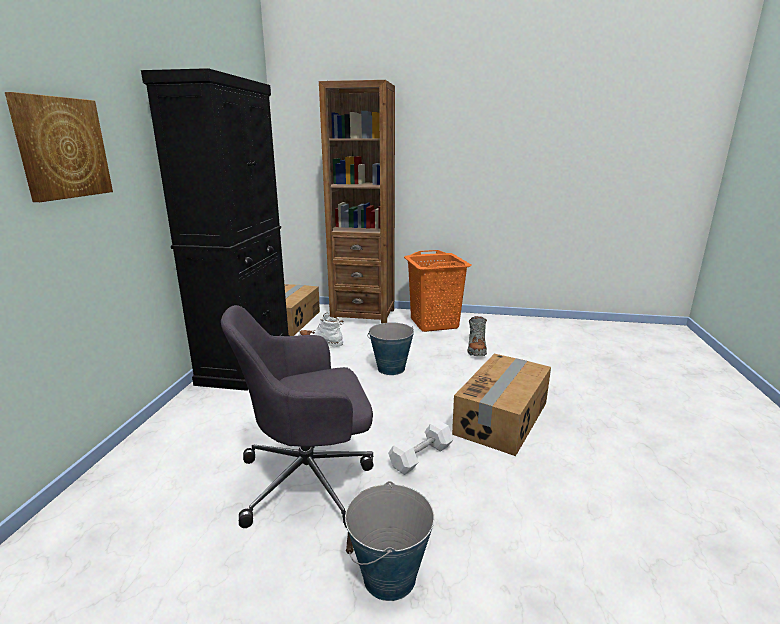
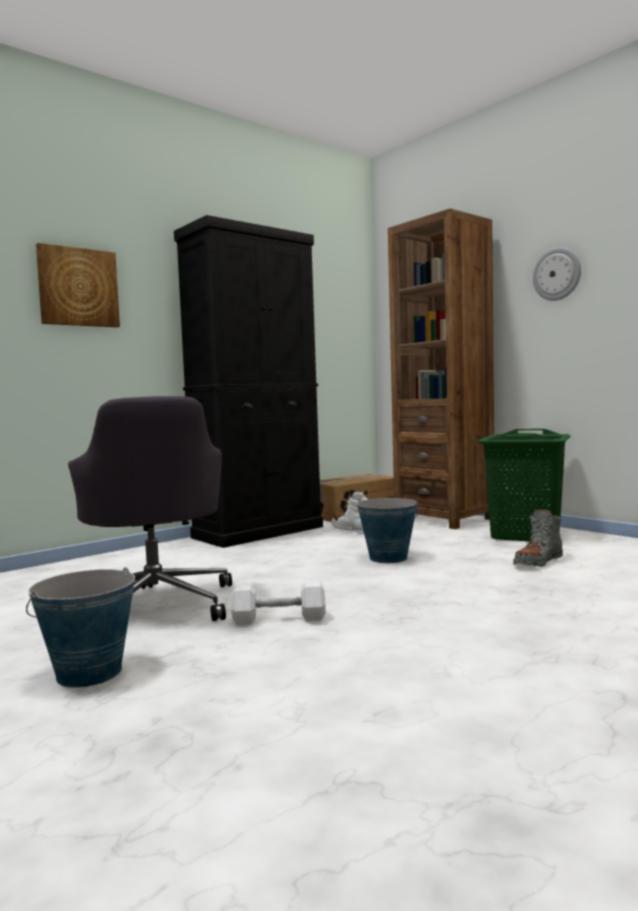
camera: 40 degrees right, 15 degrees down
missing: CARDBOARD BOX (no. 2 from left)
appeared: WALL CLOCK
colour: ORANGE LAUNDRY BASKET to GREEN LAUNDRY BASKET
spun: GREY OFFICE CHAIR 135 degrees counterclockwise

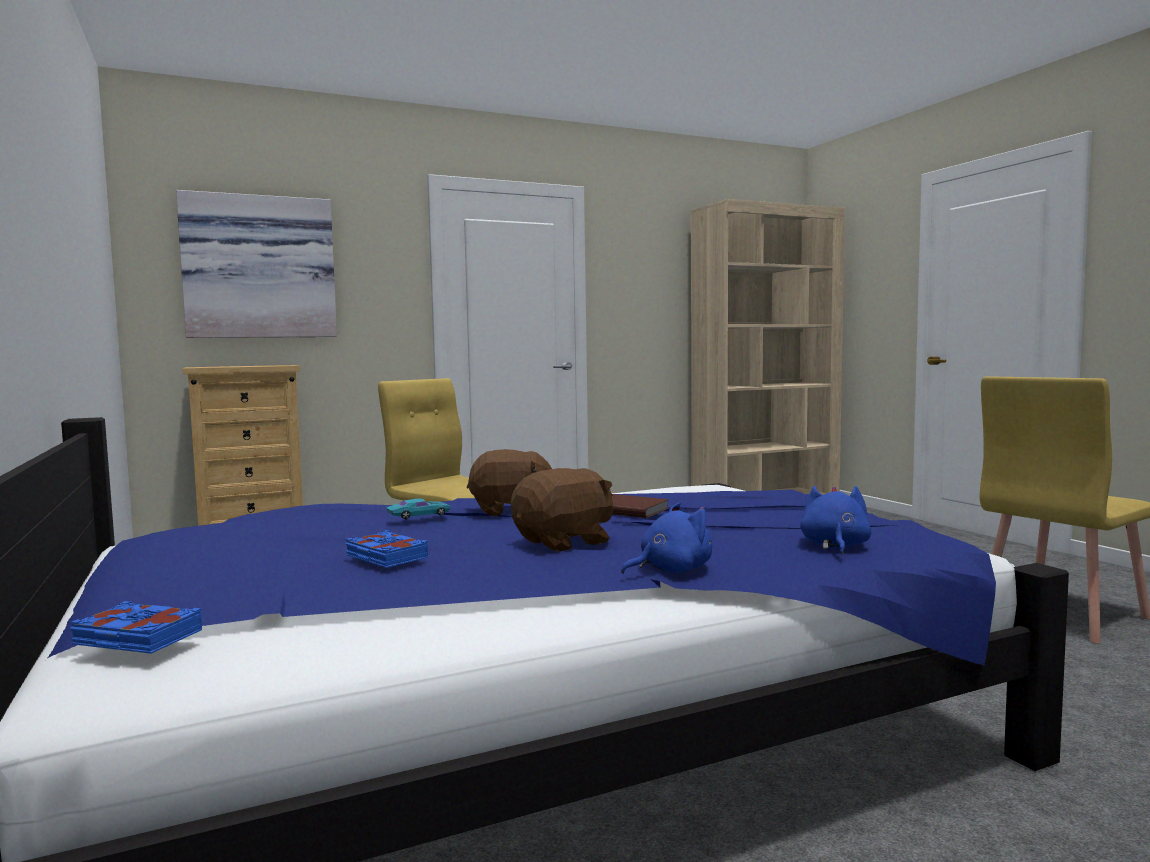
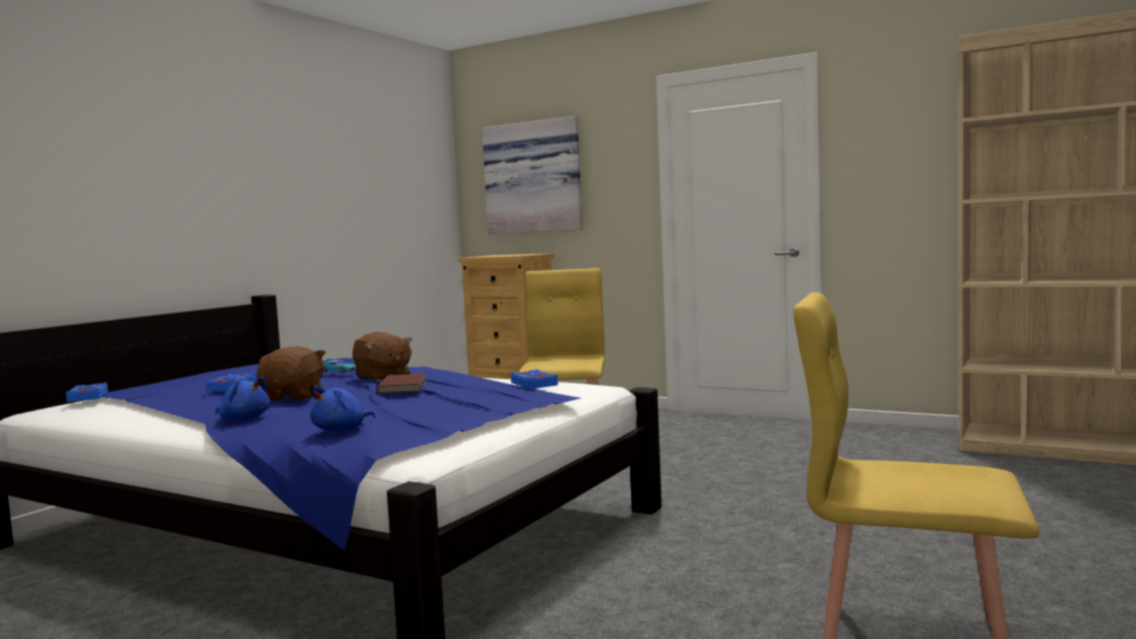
camera: 55 degrees right, 0 degrees up
appeared: BLUE BOOK (no. 3 from left)
spun: BROWN PLUSH TOY (no. 2 from left in the first image) 105 degrees counterclockwise; BLUE PLUSH TOY (no. 2 from left) 150 degrees clockwise

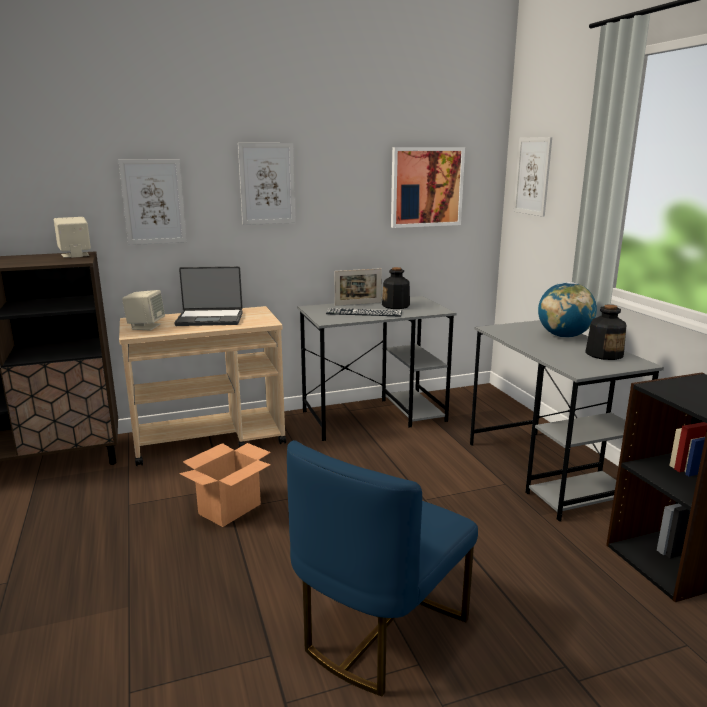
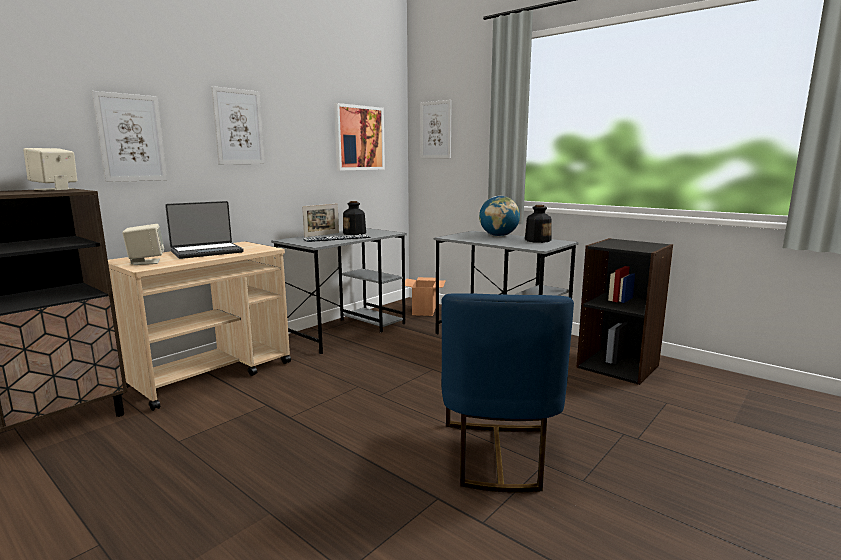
camera: 30 degrees left, 5 degrees down
relocated: CARDBOARD BOX

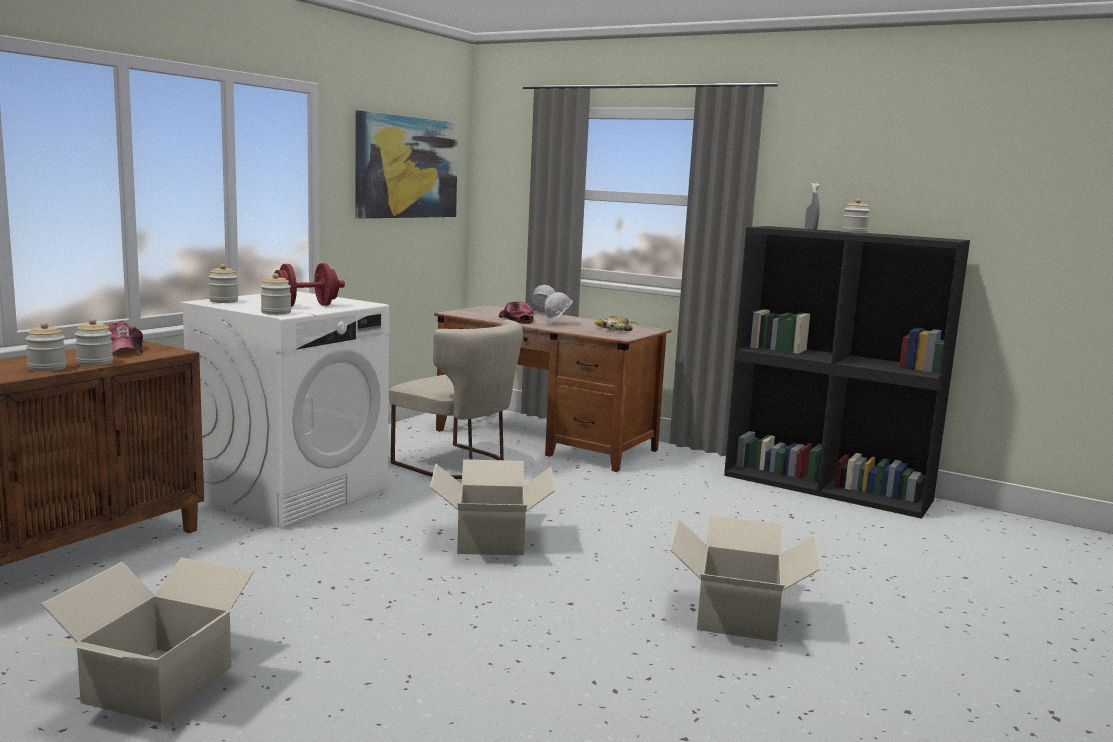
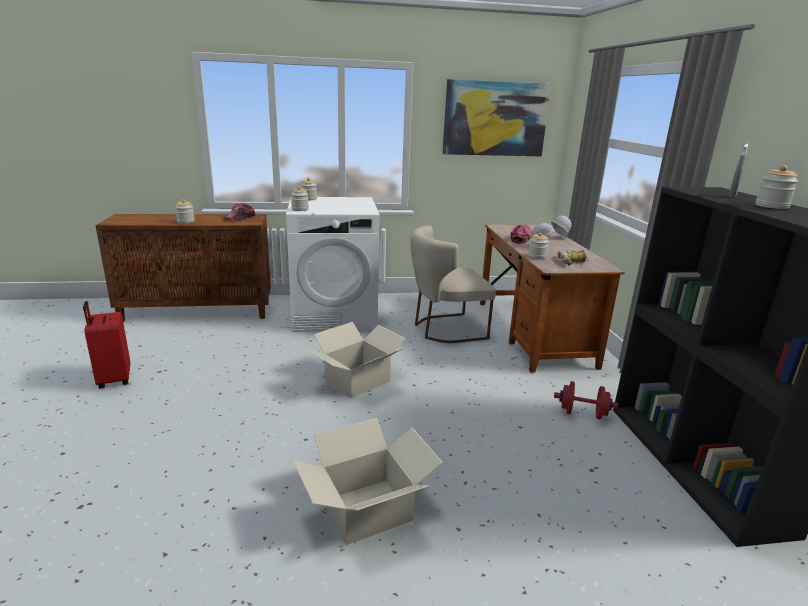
camera: 50 degrees right, 10 degrees up
relocated: JAR (no. 2 from left in the first image) to JAR (no. 4 from left); RED DUMBBELL
exchanged: CARDBOARD BOX (no. 1 from left) to RED SUITCASE
spun: BEIGE CHAIR 75 degrees clockwise

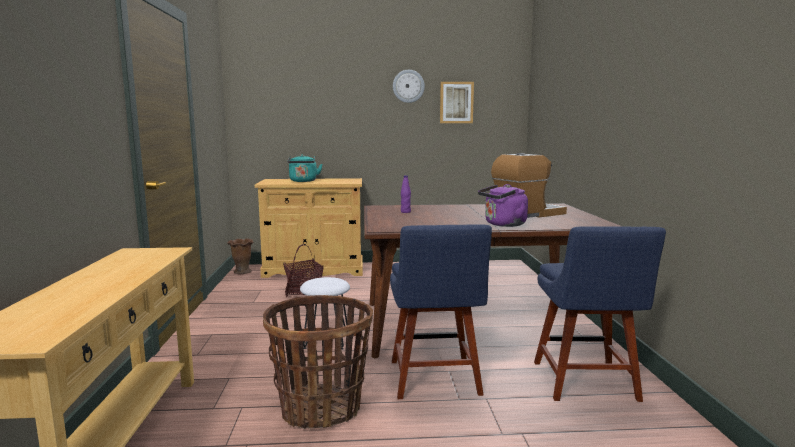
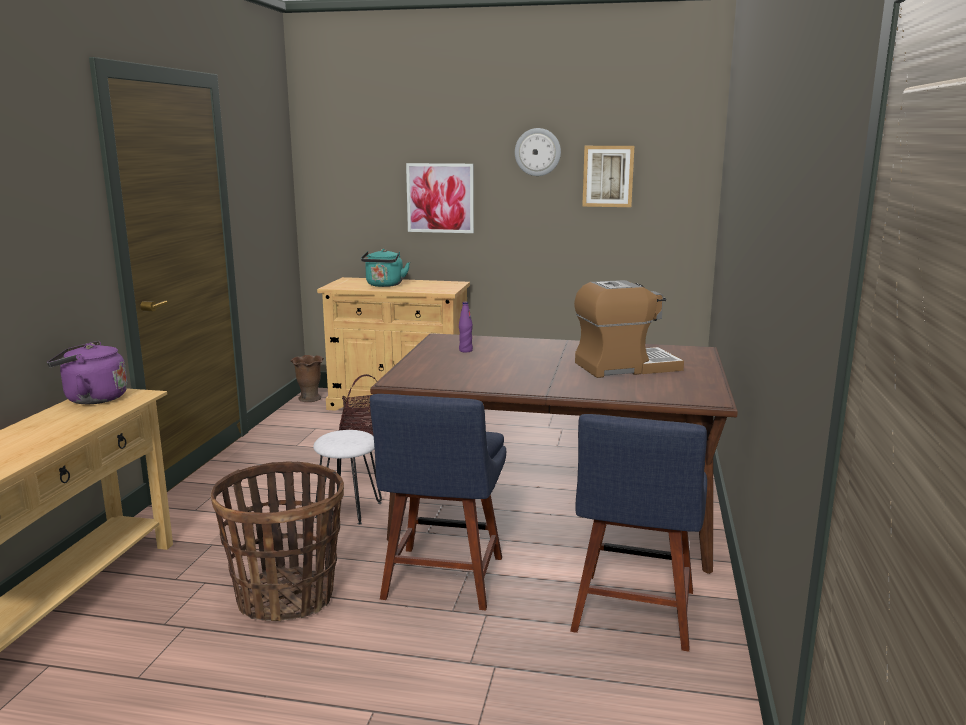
camera: 15 degrees right, 5 degrees up
appeared: PICTURE (no. 1 from left)
relocated: PURPLE KETTLE

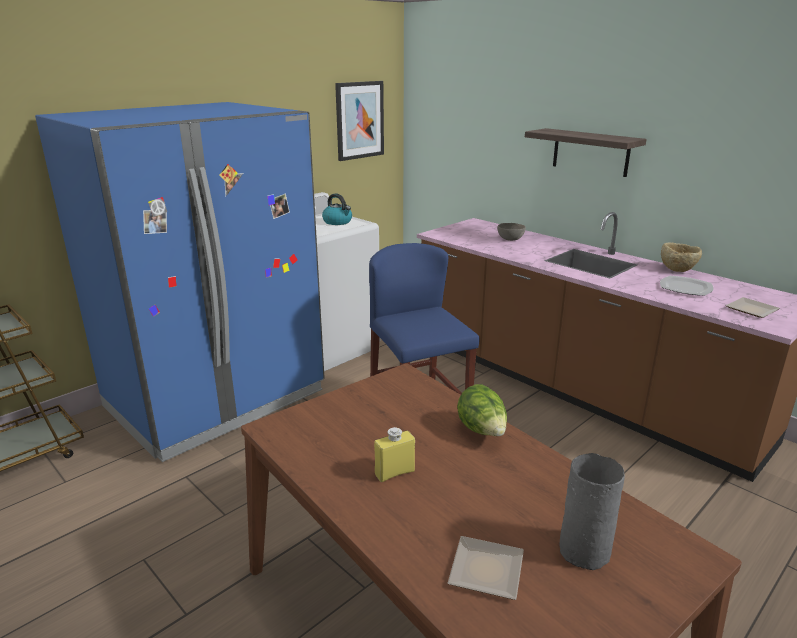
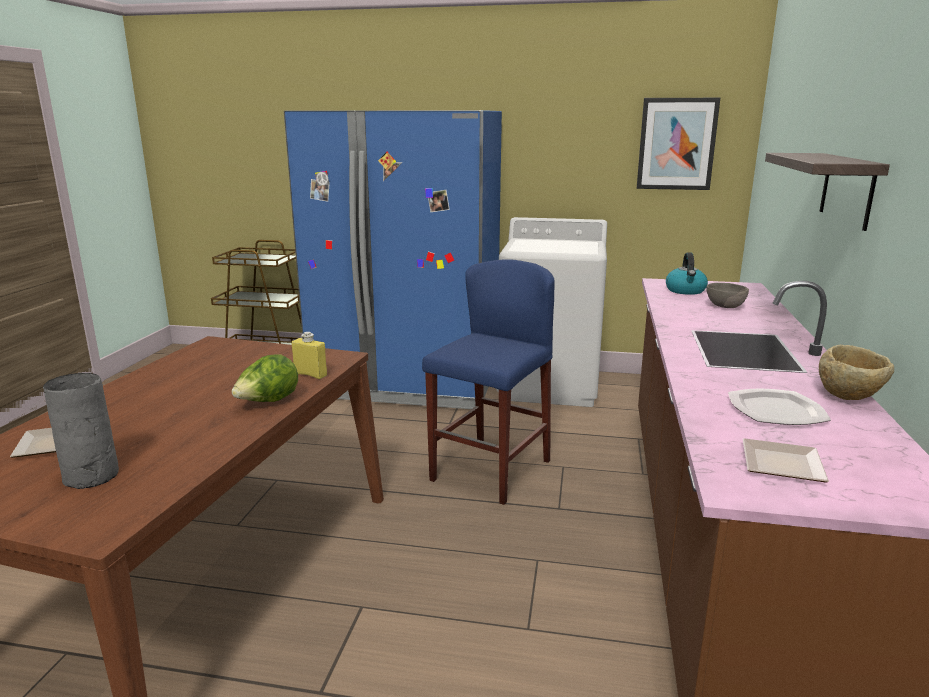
camera: 55 degrees right, 5 degrees down
relocated: KETTLE; YELLOW BOTTLE

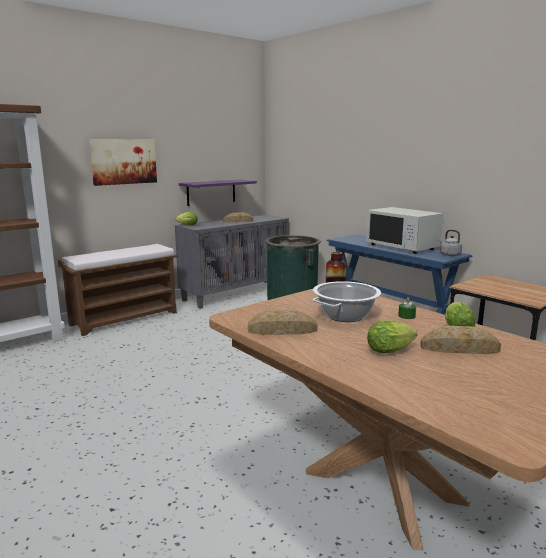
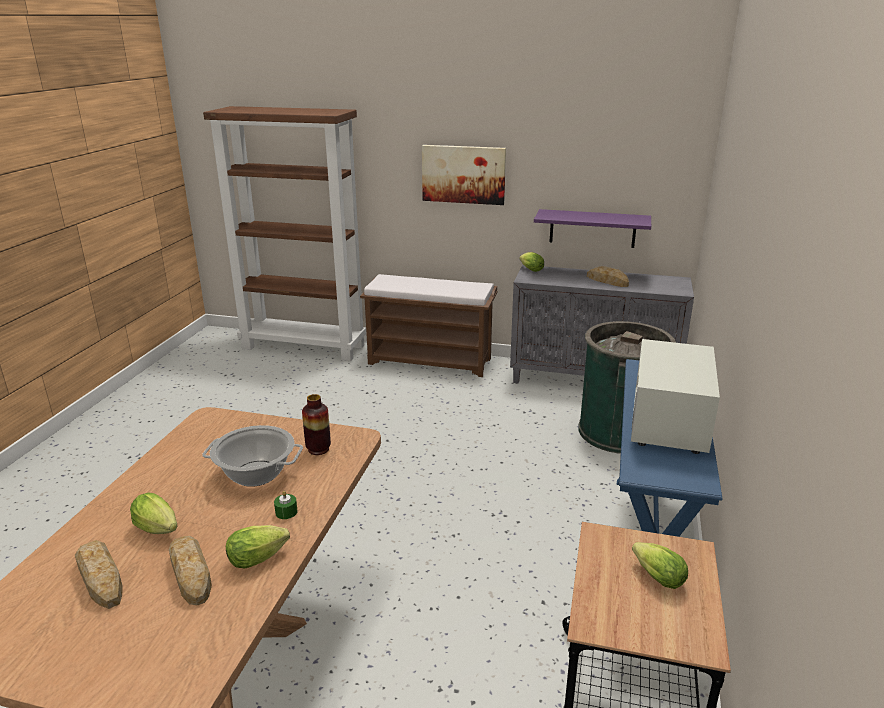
camera: 55 degrees right, 10 degrees up
missing: GREY KETTLE
appeared: LETTUCE (no. 4 from left)
relocated: BREAD (no. 2 from left in the first image) to BREAD (no. 1 from left)

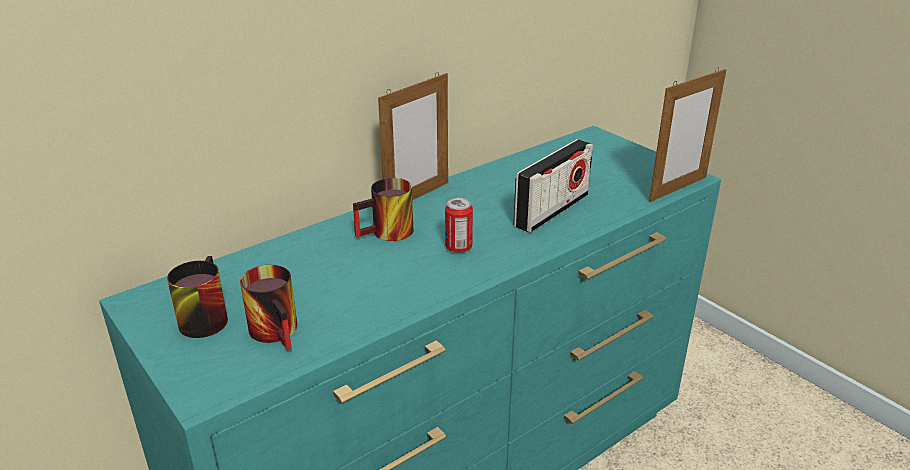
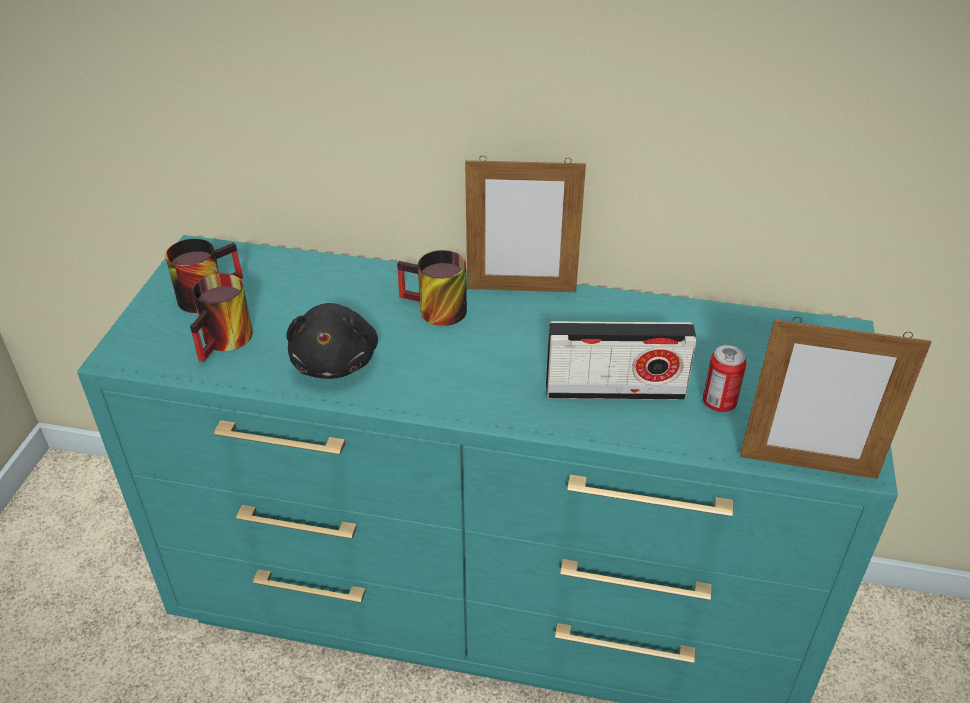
camera: 50 degrees right, 10 degrees up
appeared: BLACK PLUSH TOY
relocated: CAN

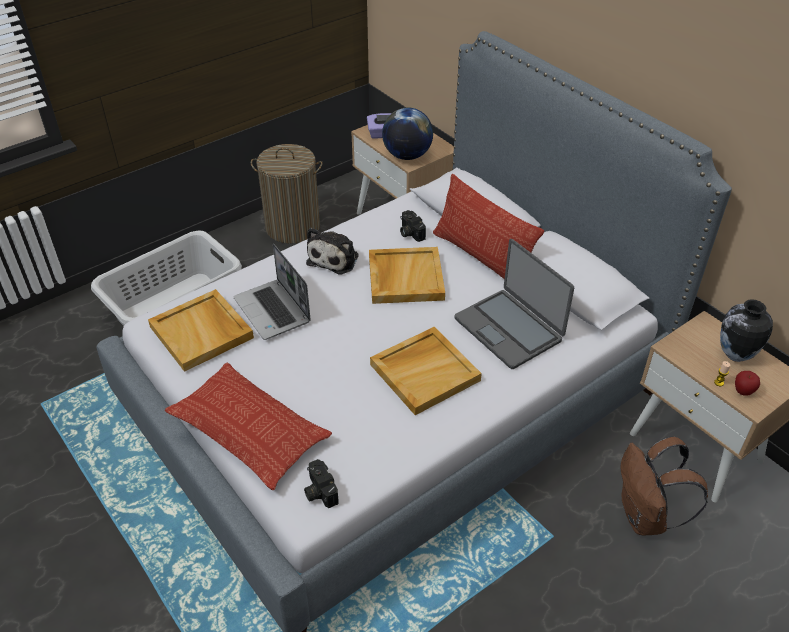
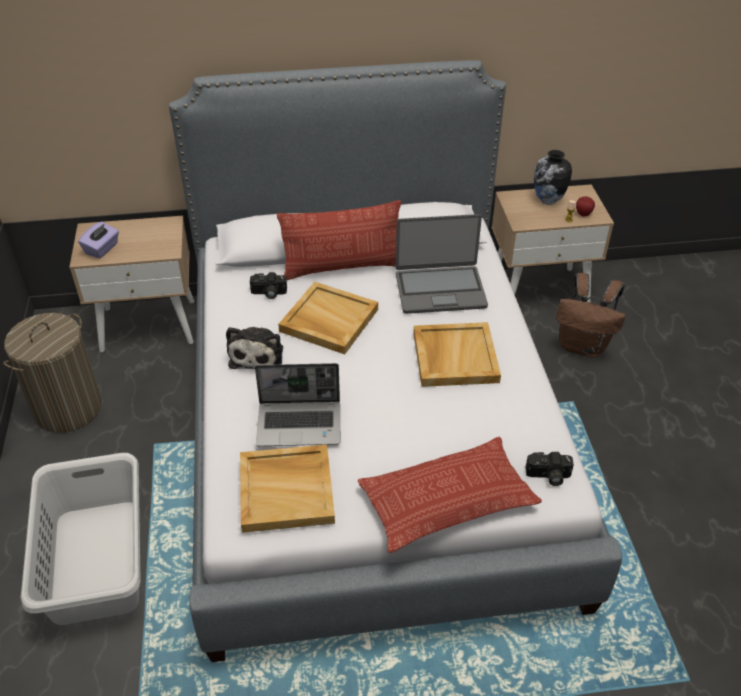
camera: 60 degrees left, 0 degrees up
missing: GLOBE
spun: PLUSH TOY 45 degrees clockwise

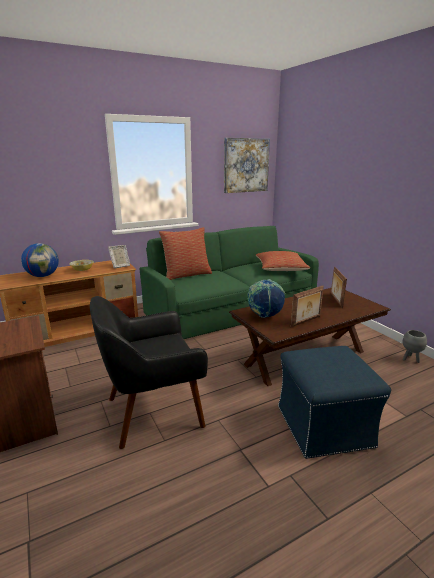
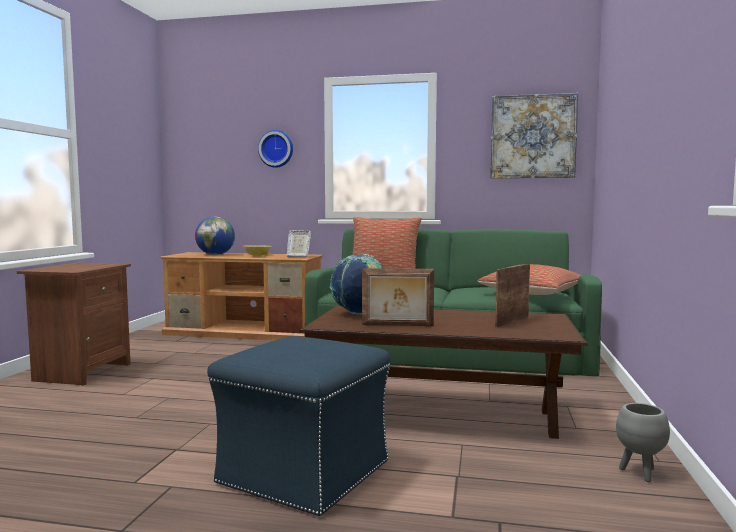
camera: 40 degrees right, 15 degrees down
missing: BLACK ARMCHAIR
appeared: WALL CLOCK

